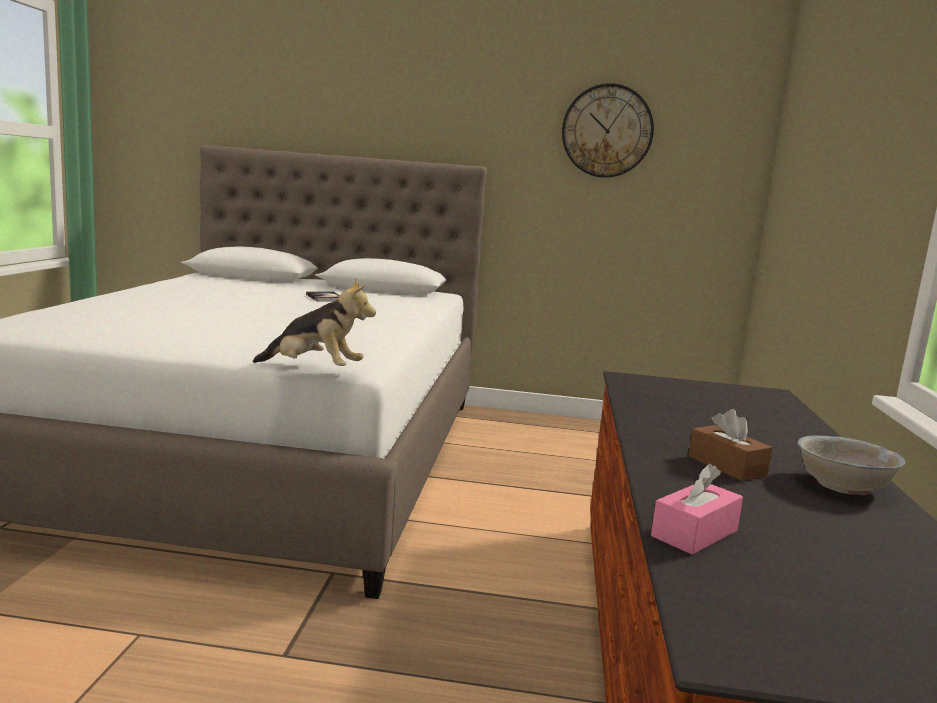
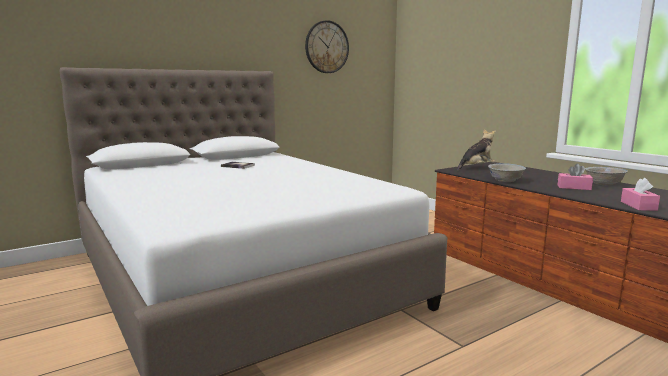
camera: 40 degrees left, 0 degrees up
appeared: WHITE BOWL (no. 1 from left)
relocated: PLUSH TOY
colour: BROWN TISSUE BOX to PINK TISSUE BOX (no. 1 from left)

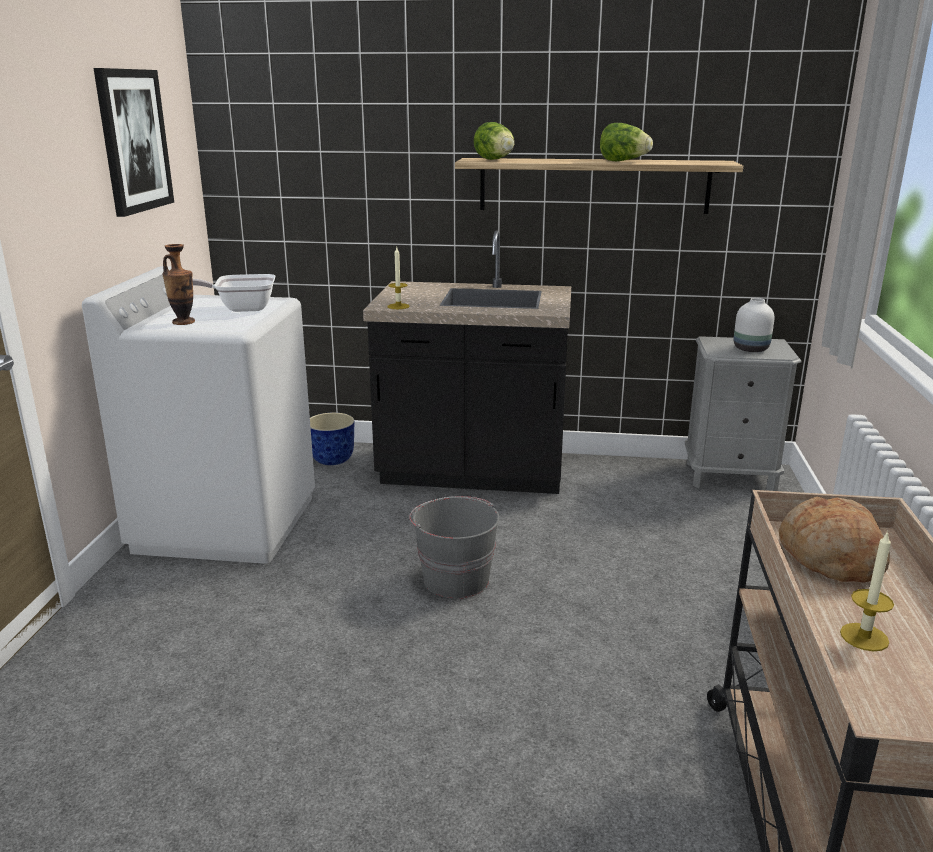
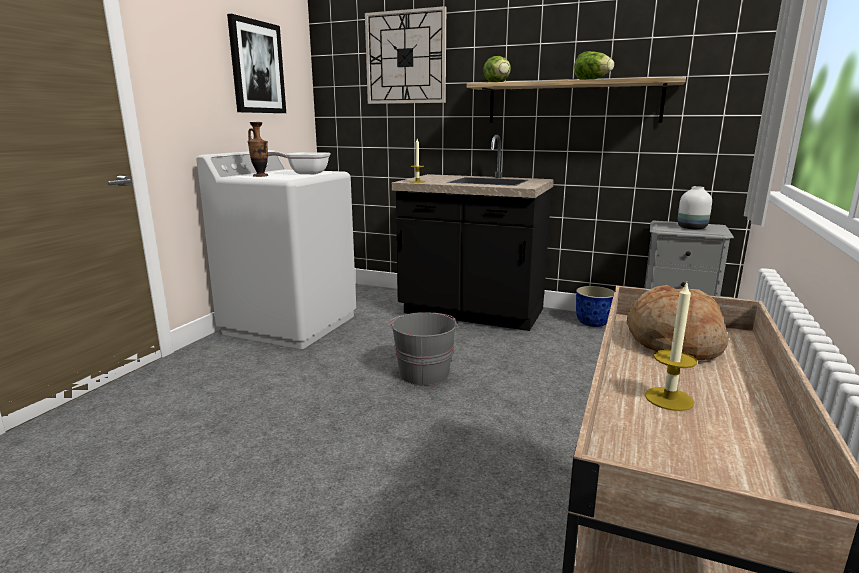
camera: 15 degrees right, 5 degrees down
appeared: WALL CLOCK
relocated: PLANTER

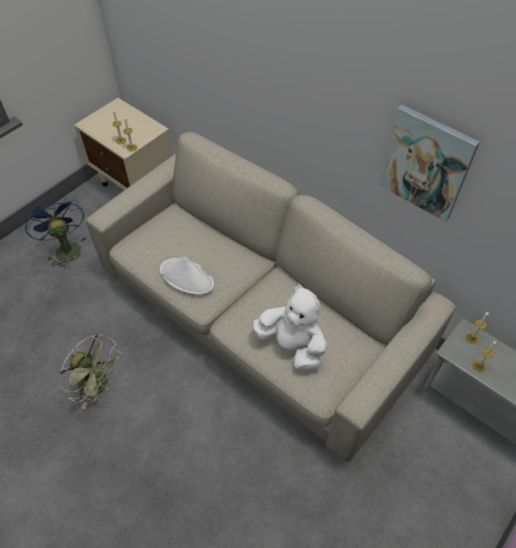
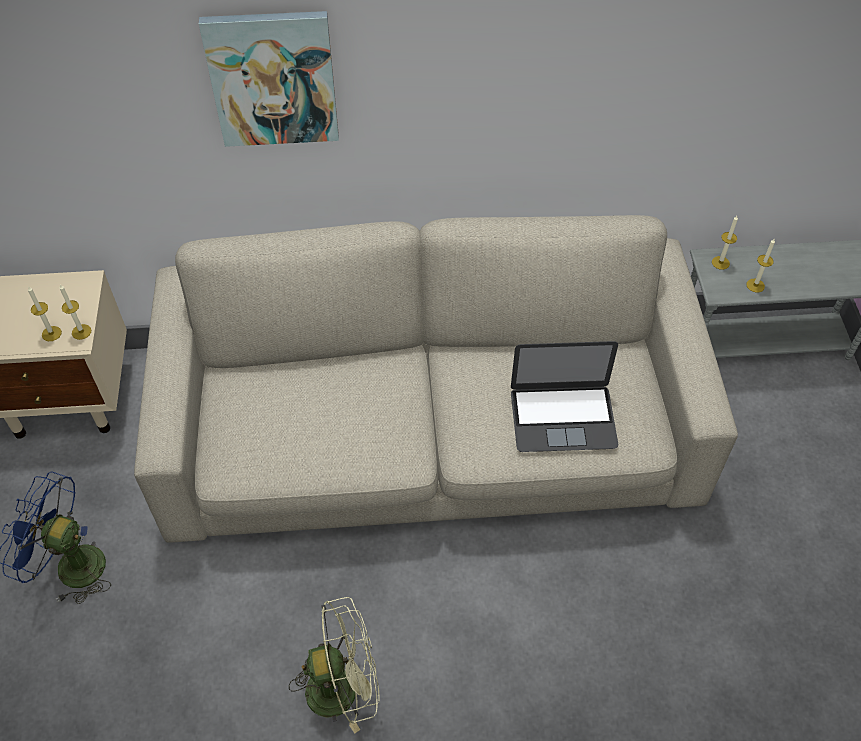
camera: 45 degrees left, 0 degrees up
missing: WHITE HAT
relocated: PICTURE
exchanged: WHITE PLUSH TOY to LAPTOP

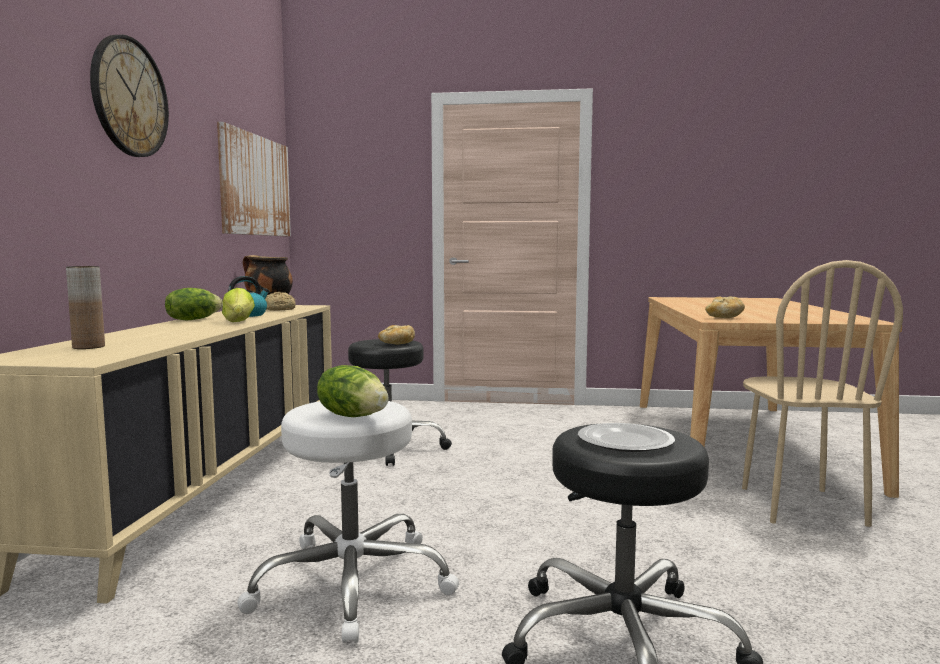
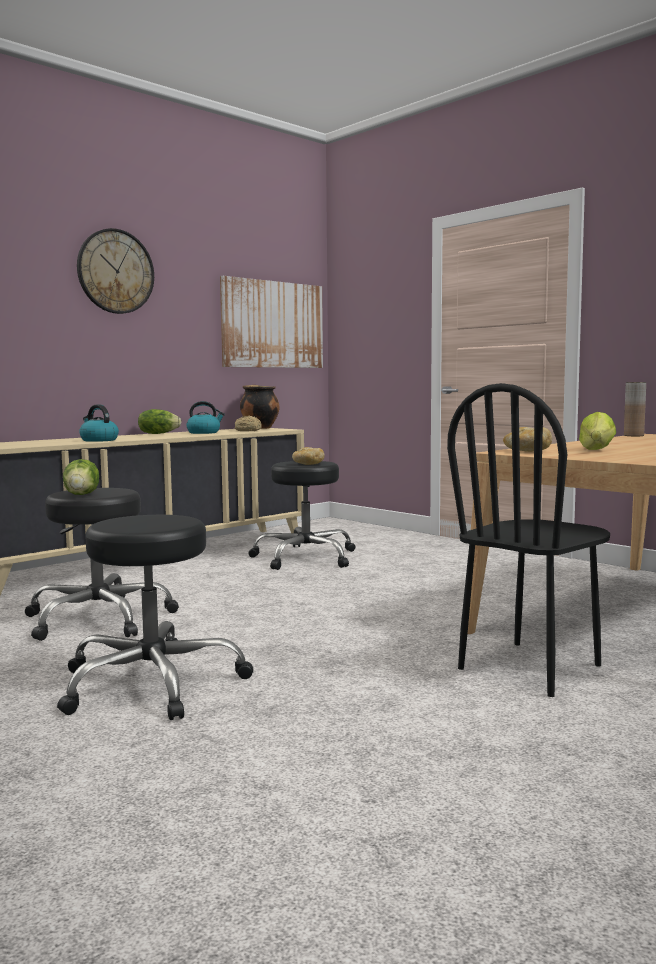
camera: 40 degrees right, 0 degrees up
missing: PLATE
appeared: KETTLE (no. 1 from left)
relocated: BROWN VASE; LETTUCE (no. 2 from left in the first image) to LETTUCE (no. 3 from left)
colour: WHITE STOOL to BLACK STOOL (no. 1 from left); BEIGE CHAIR to BLACK CHAIR

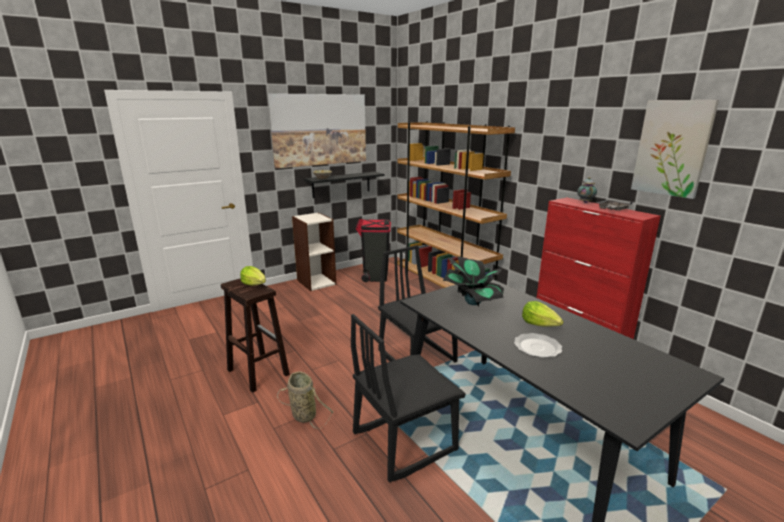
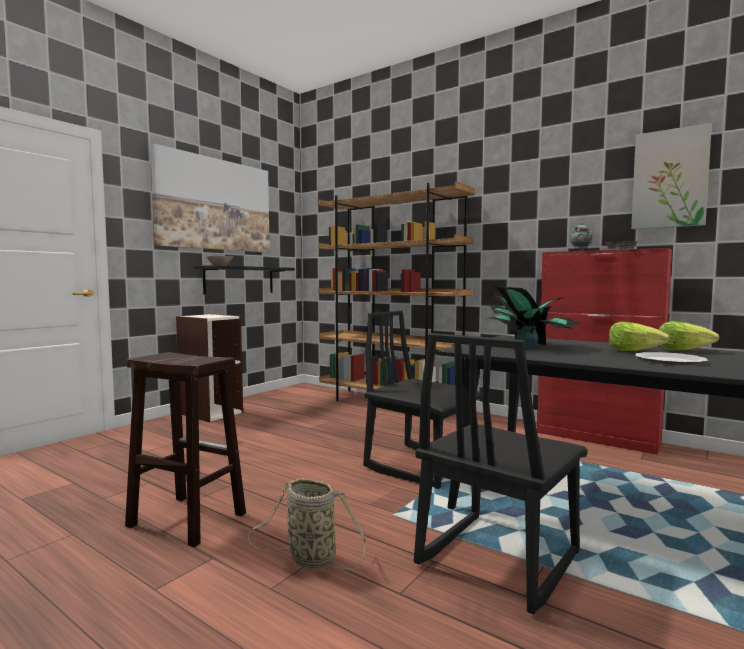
camera: 20 degrees left, 15 degrees down
missing: BLACK TRASH CAN
relocated: LETTUCE (no. 1 from left in the first image) to LETTUCE (no. 2 from left)

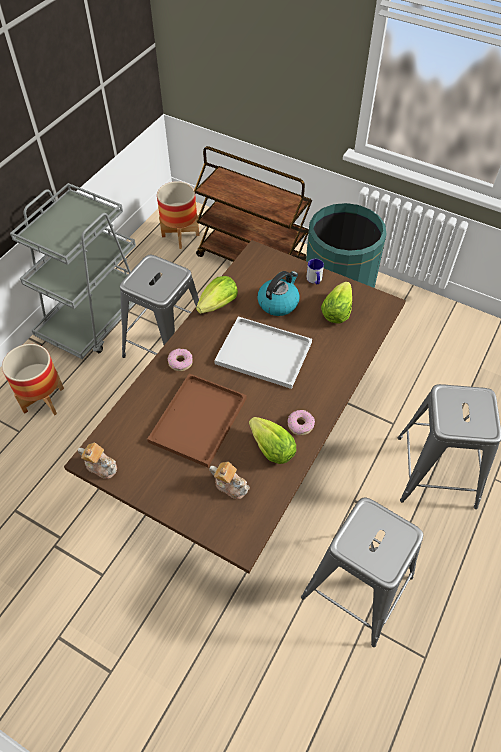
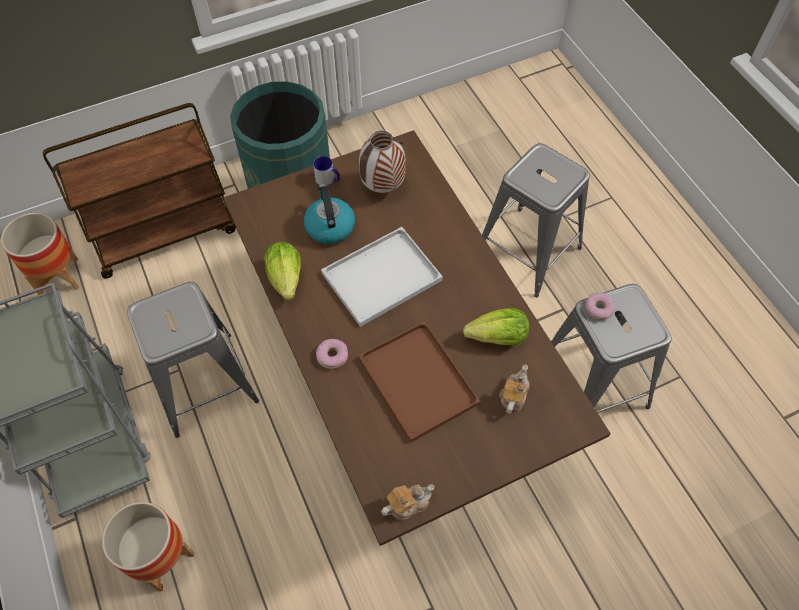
camera: 55 degrees left, 5 degrees up
relocated: DONUT (no. 2 from left)
exchanged: LETTUCE (no. 3 from left) to VASE
spun: TEAPOT (no. 2 from left) 45 degrees counterclockwise

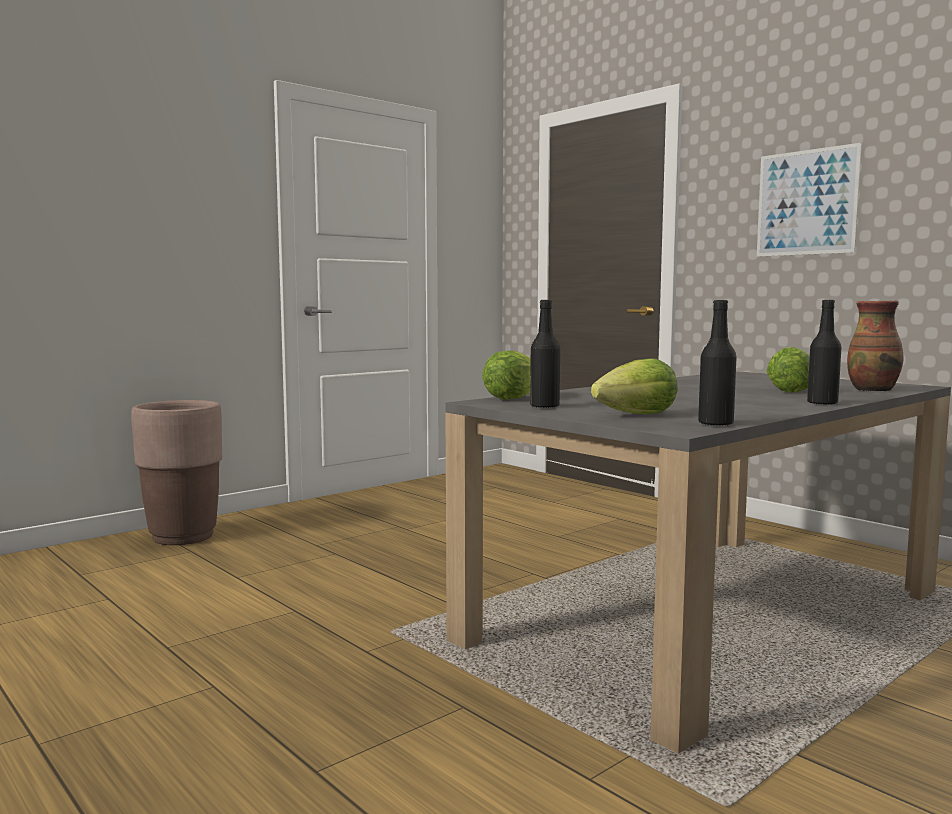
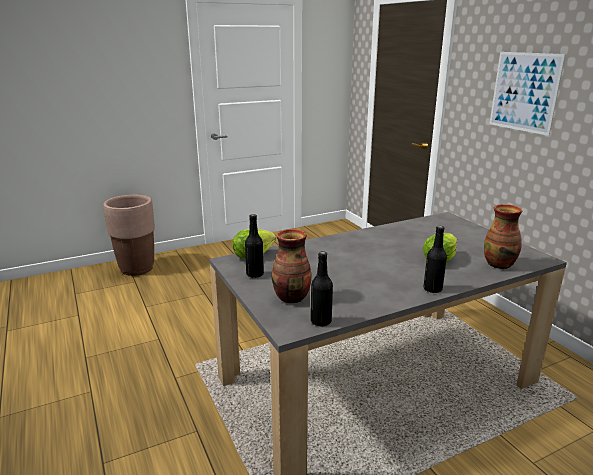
camera: 15 degrees right, 15 degrees up
exchanged: LETTUCE (no. 2 from left) to VASE (no. 1 from left)

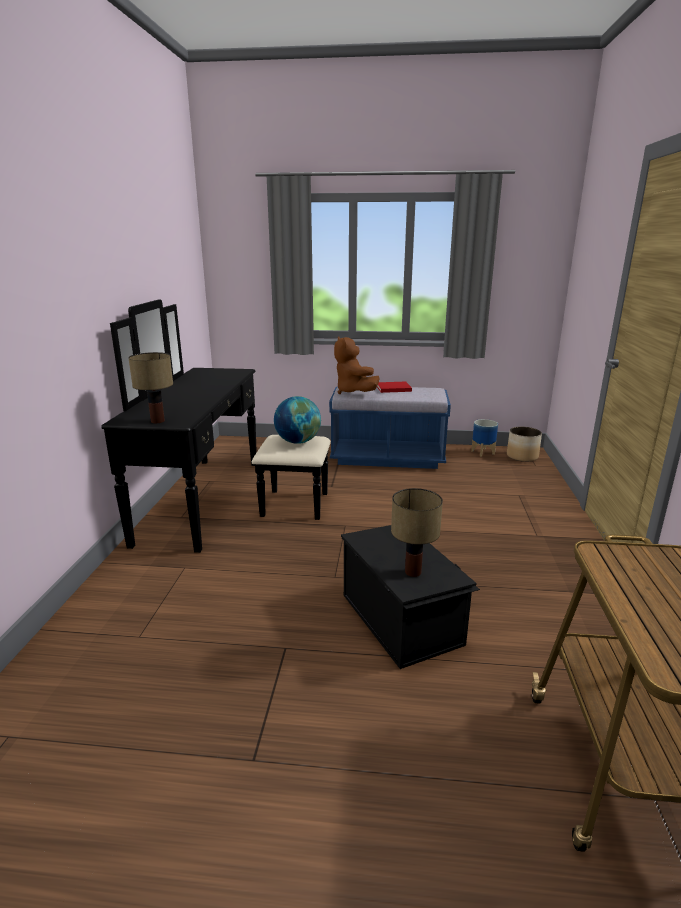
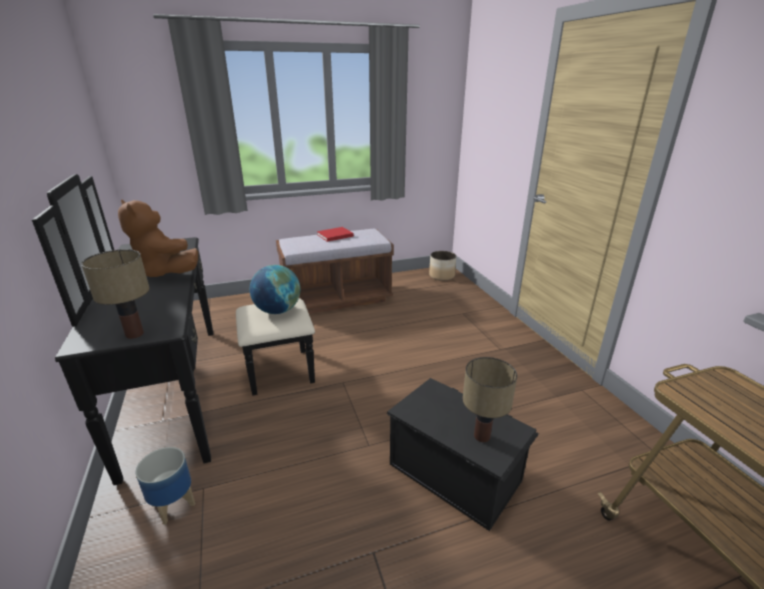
camera: 25 degrees left, 5 degrees up
relocated: BROWN PLUSH TOY; PLANTER (no. 1 from left)
colour: BLUE BENCH to BROWN BENCH

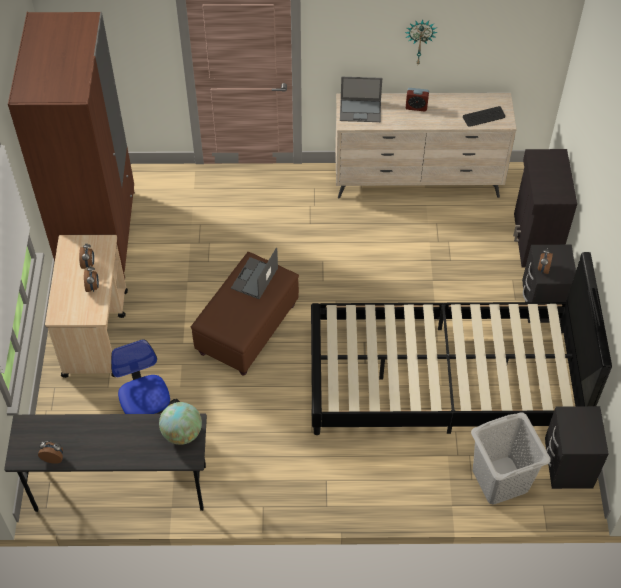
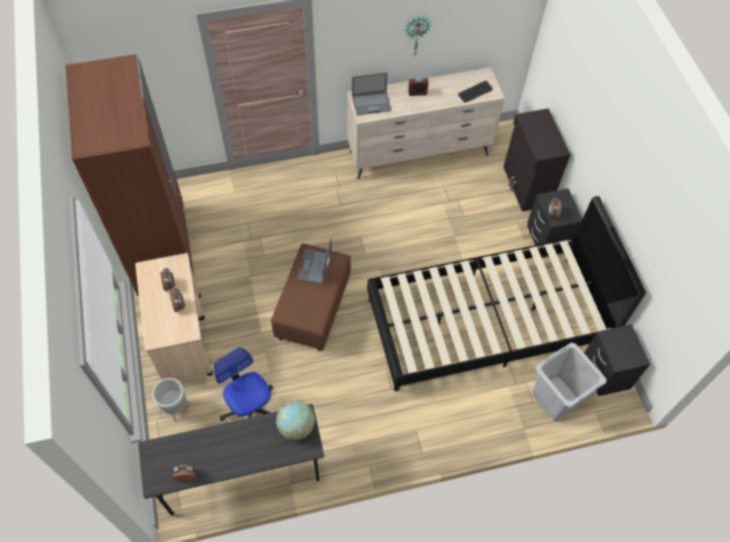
camera: 15 degrees left, 5 degrees up
appeared: GREY PLANTER

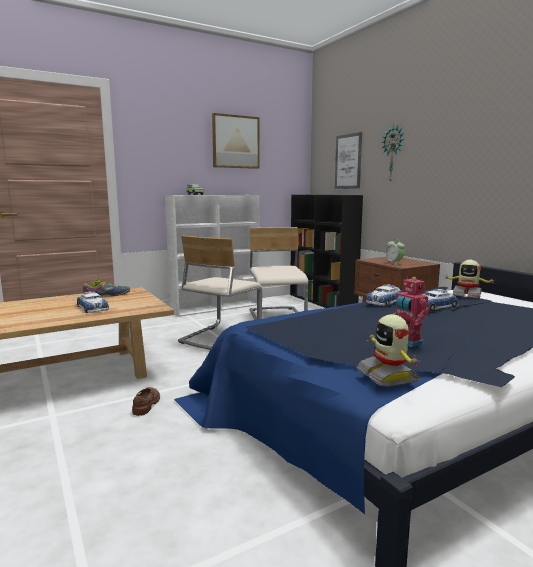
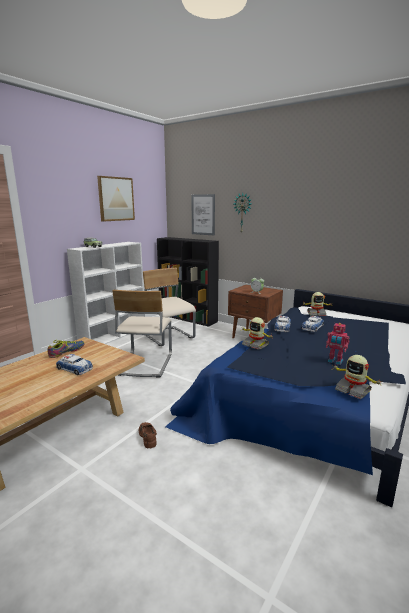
camera: 25 degrees left, 5 degrees up
appeared: TOY ROBOT (no. 1 from left)

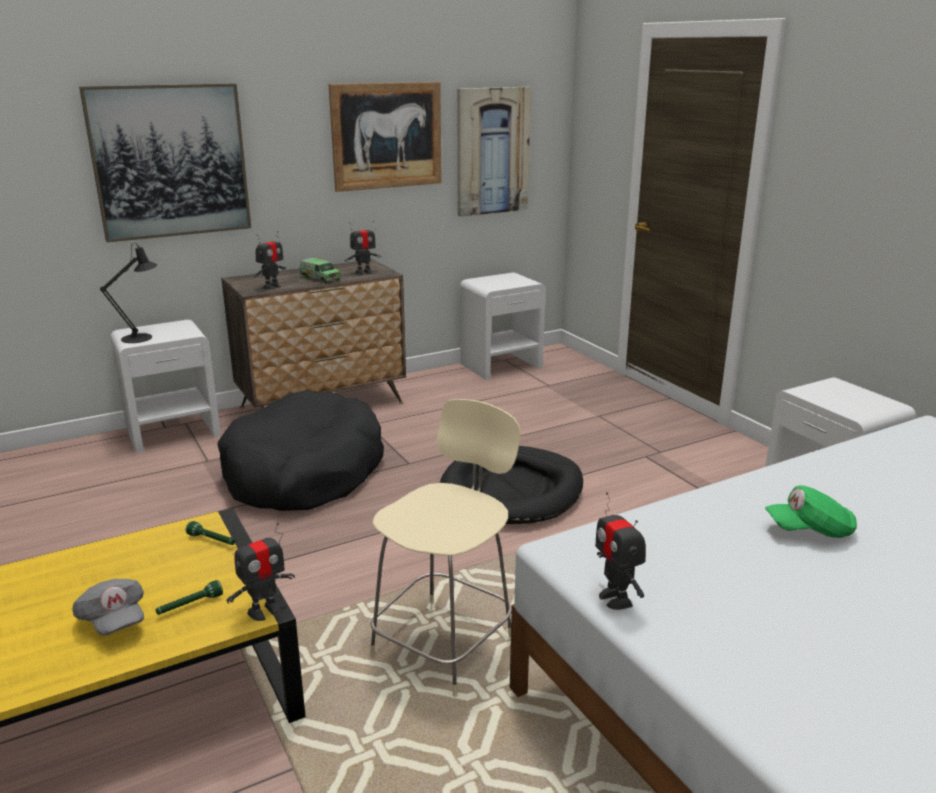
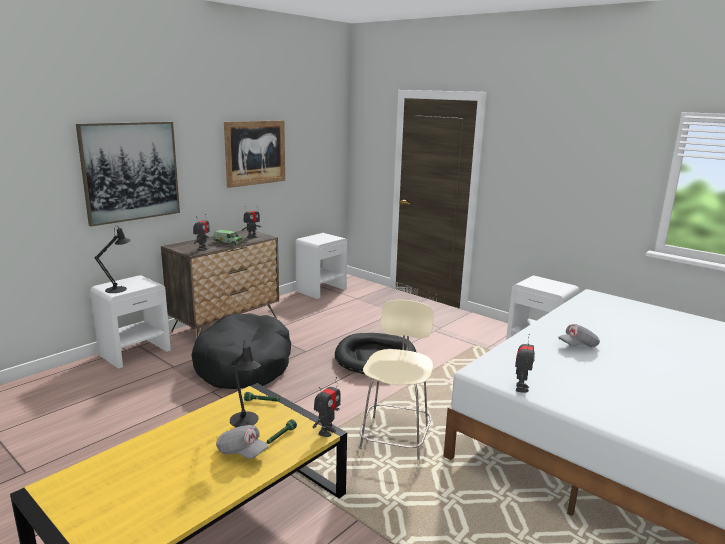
camera: 20 degrees left, 5 degrees down
missing: PICTURE (no. 3 from left)
appeared: BLACK TABLE LAMP (no. 2 from left)
colour: GREEN CAP to GREY CAP (no. 2 from left)
spun: TOY ROBOT (no. 4 from left) 120 degrees counterclockwise

